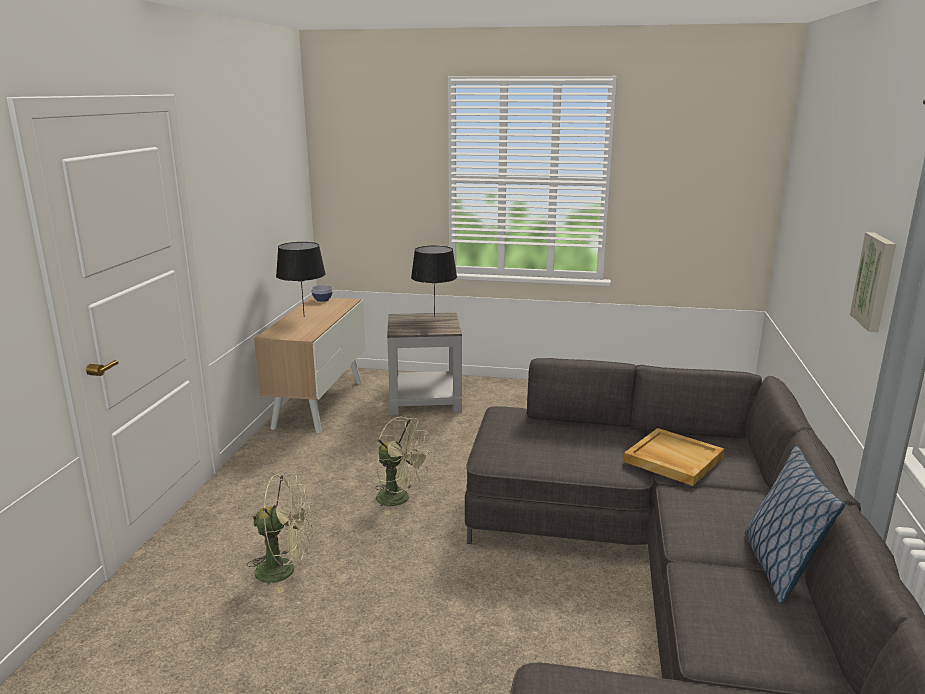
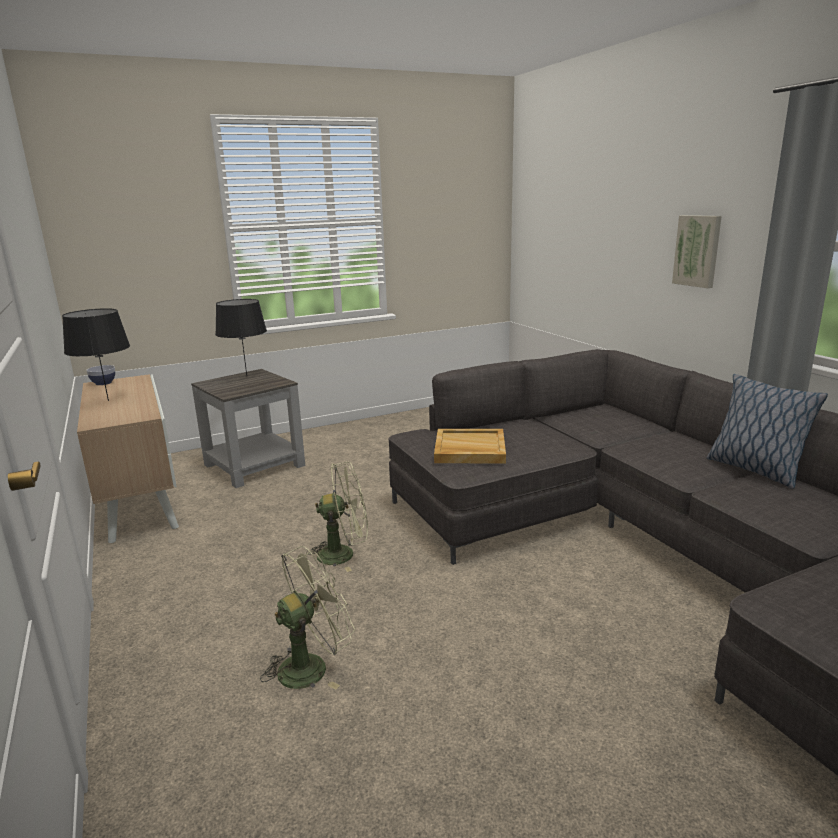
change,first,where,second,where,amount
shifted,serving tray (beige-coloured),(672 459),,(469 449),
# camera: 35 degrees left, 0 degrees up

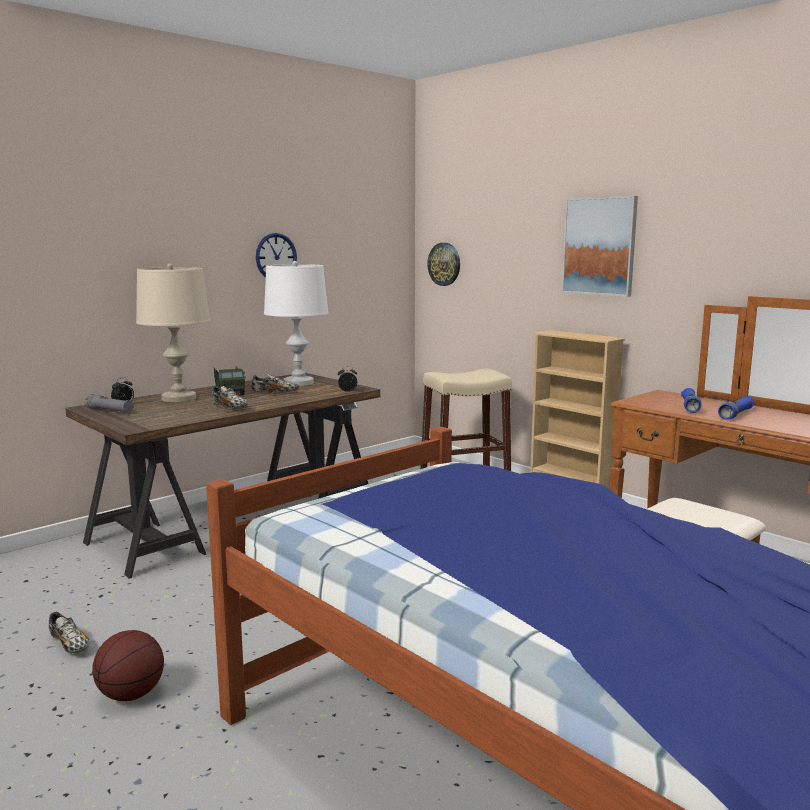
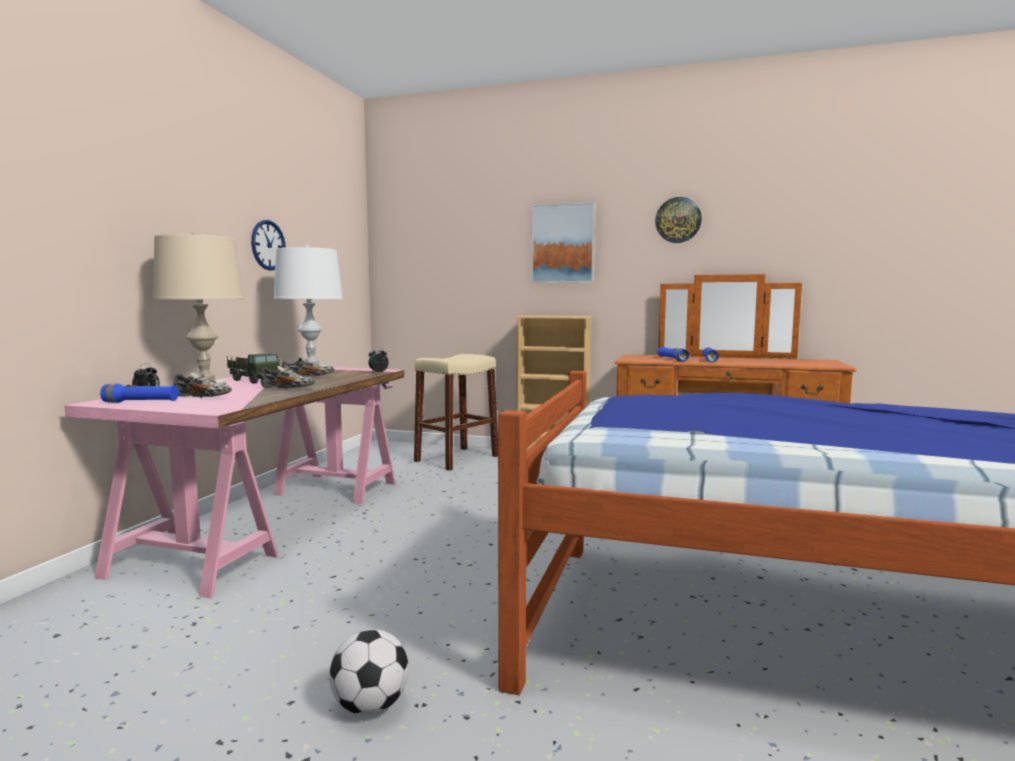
change,first,where,second,where,amount
shifted,item of footwear,(70 644),,(203 398),
repainted,desk unit (brownish),(237 520),desk unit (pink-coloured),(274 521),
repainted,flashlight (gray),(109 411),flashlight (blue-coloured),(141 402),
swapped,ball for basketball,(131 695),football,(370 706),
shifted,clock on the wall,(444 264),,(678 220),
# camera: 30 degrees left, 5 degrees down

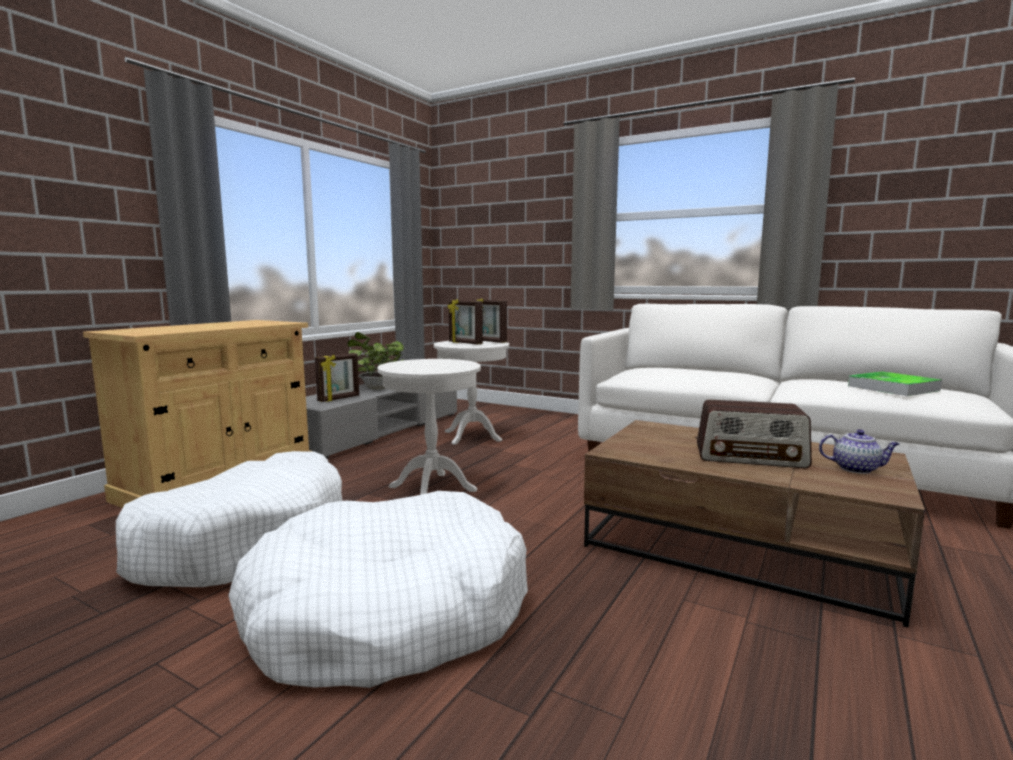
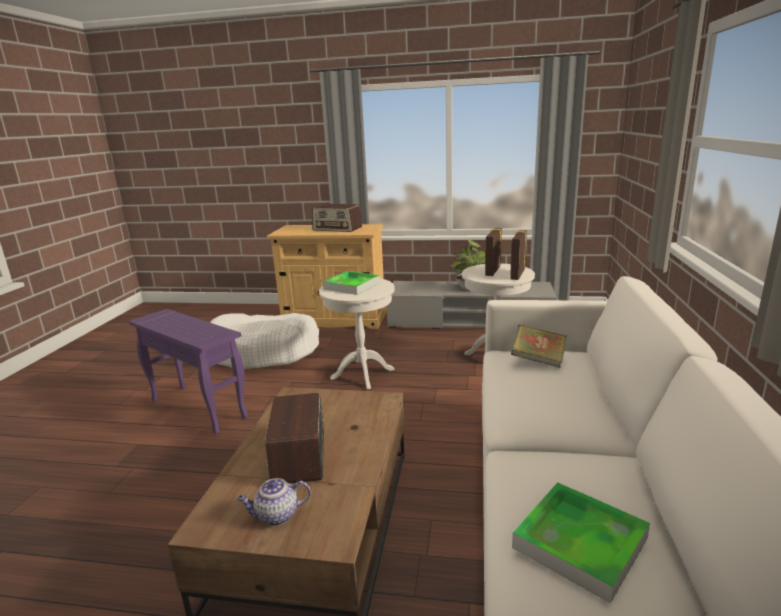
change,first,where,second,where,amount
swapped,pet bed (whitish),(388 613),accent table (purplish),(198 408),
gone,standing frame,(339 398),,,
rotated,teapot,(856 469),,(276 516),75 degrees clockwise
new,,,radio set,(337 229),
new,,,serving tray,(352 286),
new,,,book,(538 360),
# camera: 70 degrees right, 10 degrees up

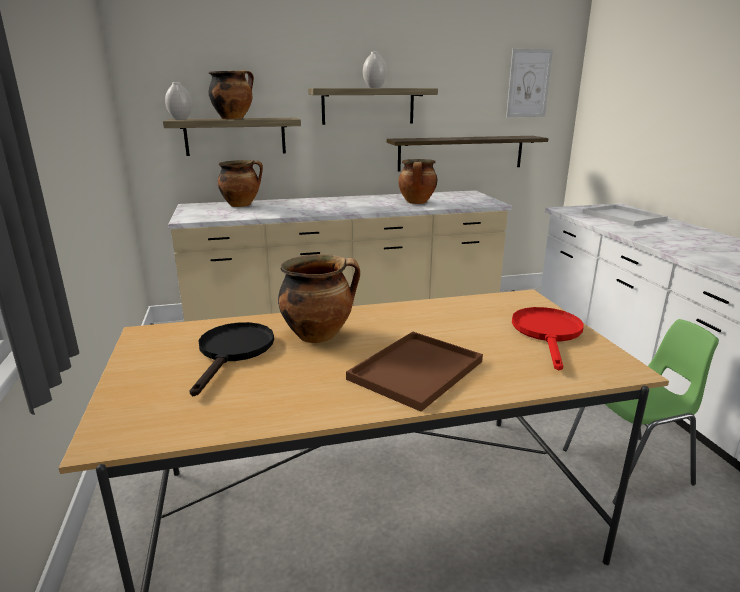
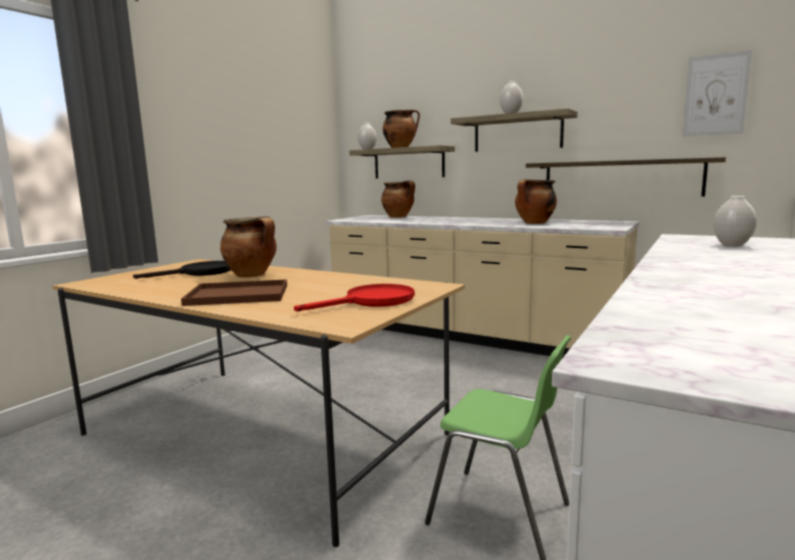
change,first,where,second,where,amount
swapped,serving tray (whitish),(624 217),decorative vase (whitish),(732 245),
# camera: 45 degrees right, 10 degrees down

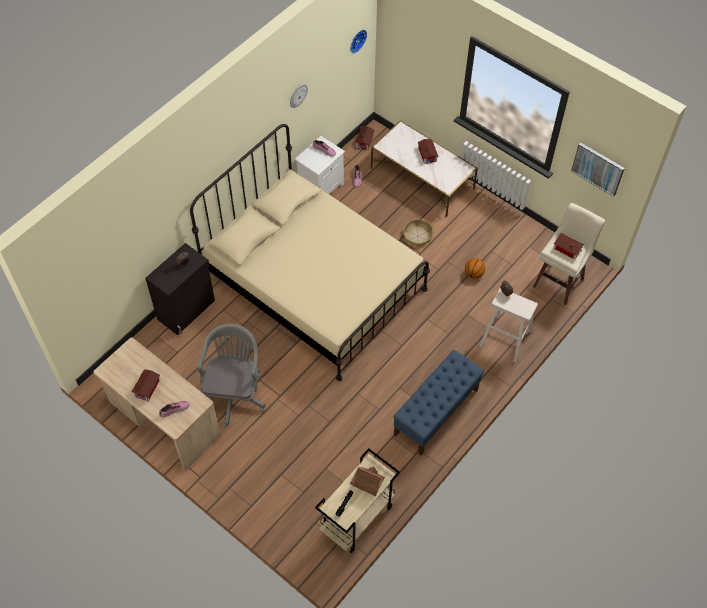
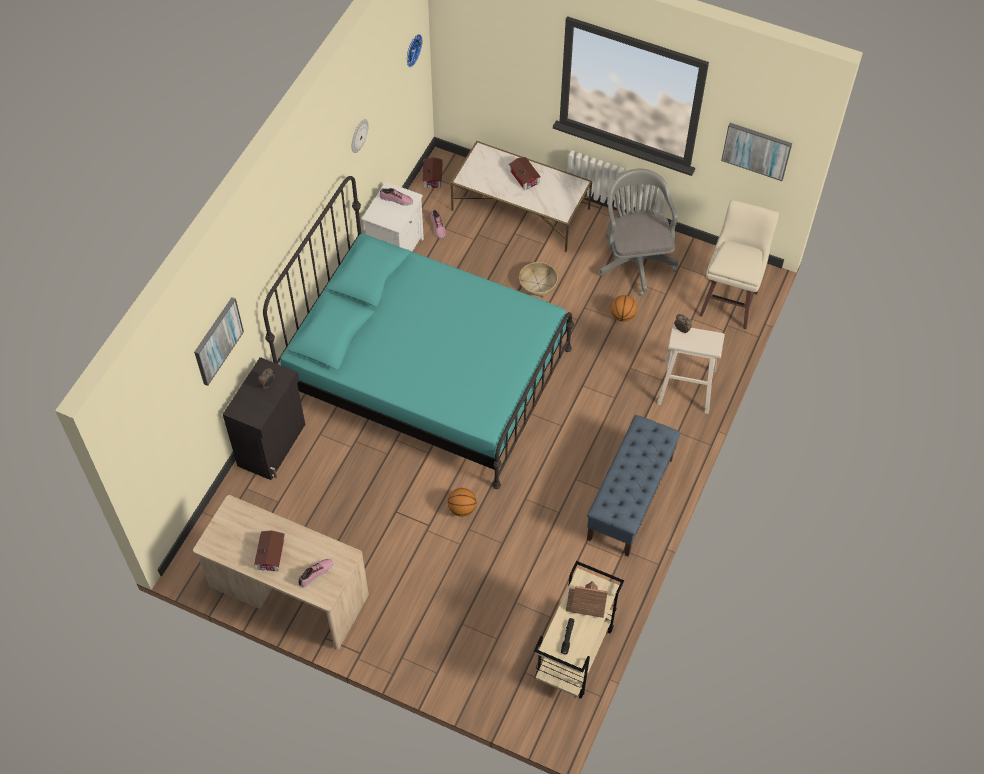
change,first,where,second,where,amount
repainted,sleeping bed (beige-coloured),(314 284),sleeping bed (blue-green),(427 374),
shifted,office chair (gray),(234 392),,(635 259),
gone,toy house,(566 248),,,
new,,,picture,(217 340),
new,,,ball for basketball,(462 508),
# camera: 15 degrees left, 0 degrees up

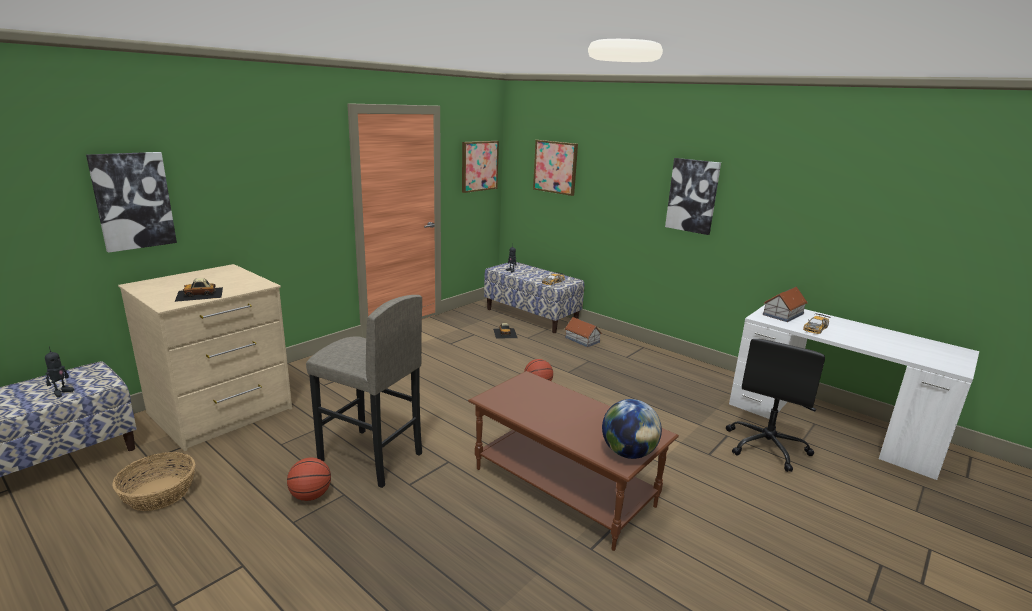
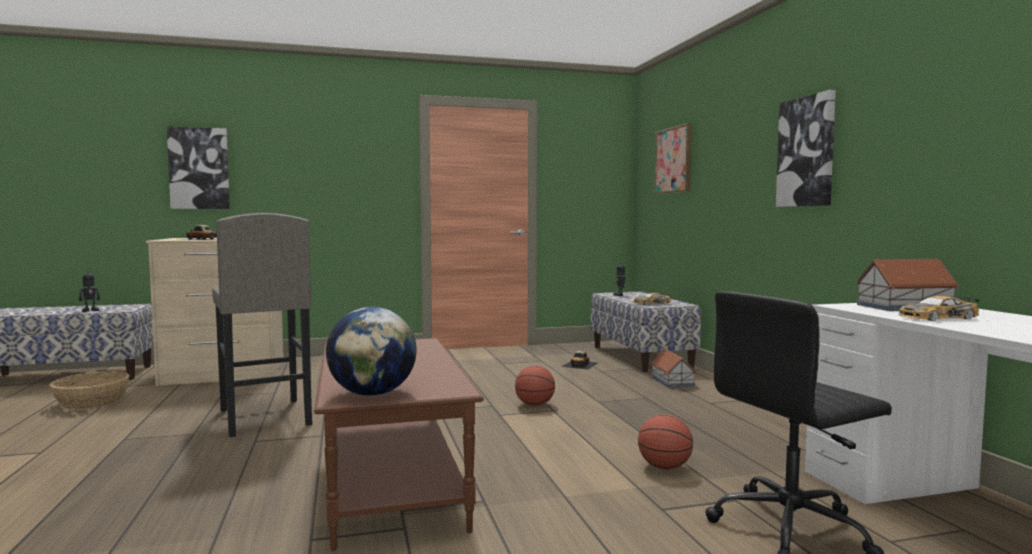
change,first,where,second,where,amount
shifted,ball for basketball,(311 496),,(664 467),
gone,picture,(479 166),,,
# camera: 35 degrees right, 15 degrees down

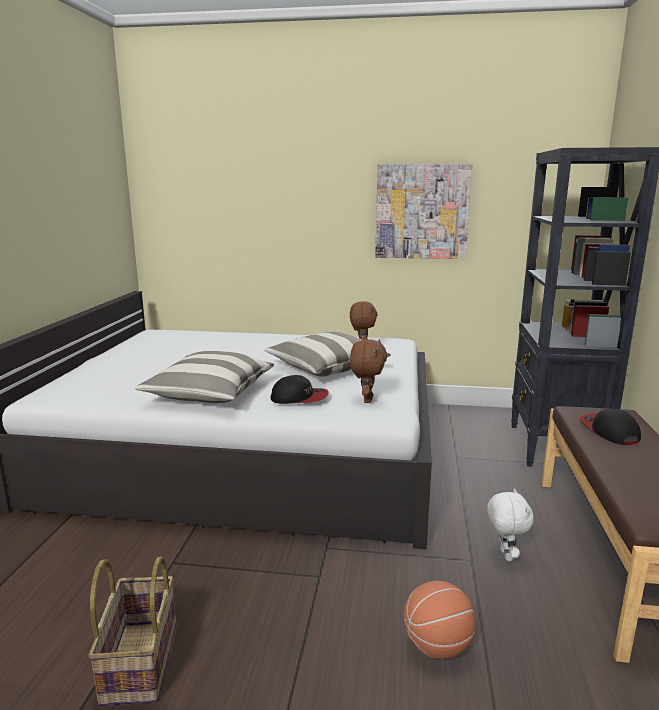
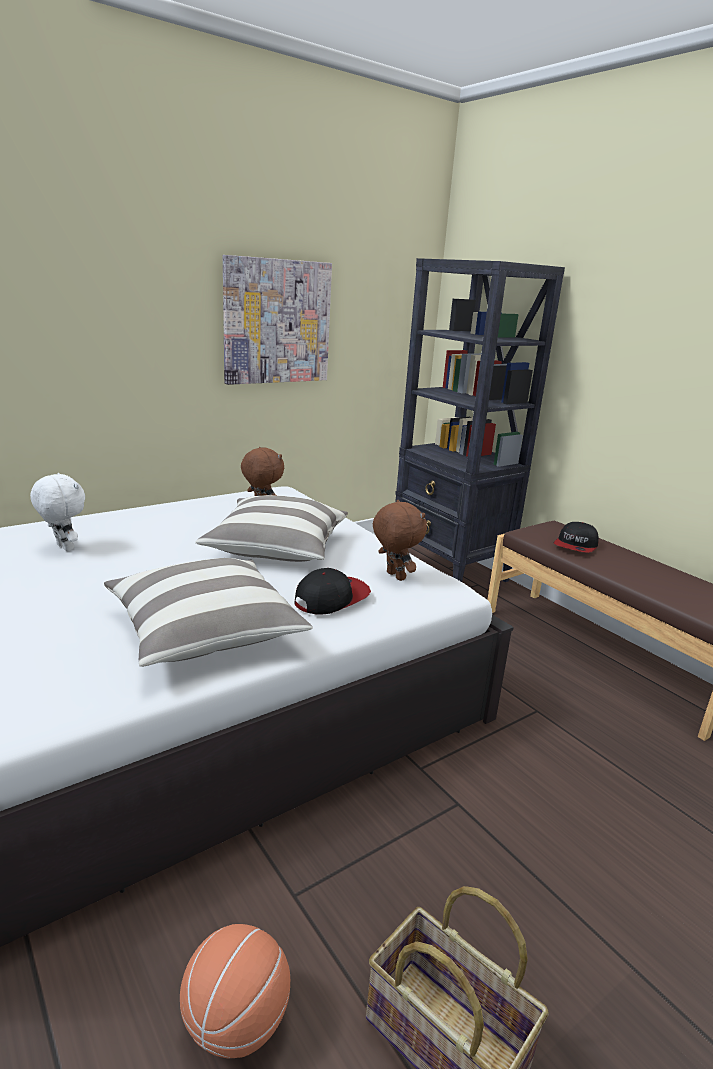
change,first,where,second,where,amount
shifted,ball for basketball,(437 646),,(236 1022),
shifted,soft toy (whitish),(504 555),,(63 548),
rotated,peaked cap,(609 431),,(576 546),90 degrees counterclockwise
# camera: 45 degrees left, 5 degrees up

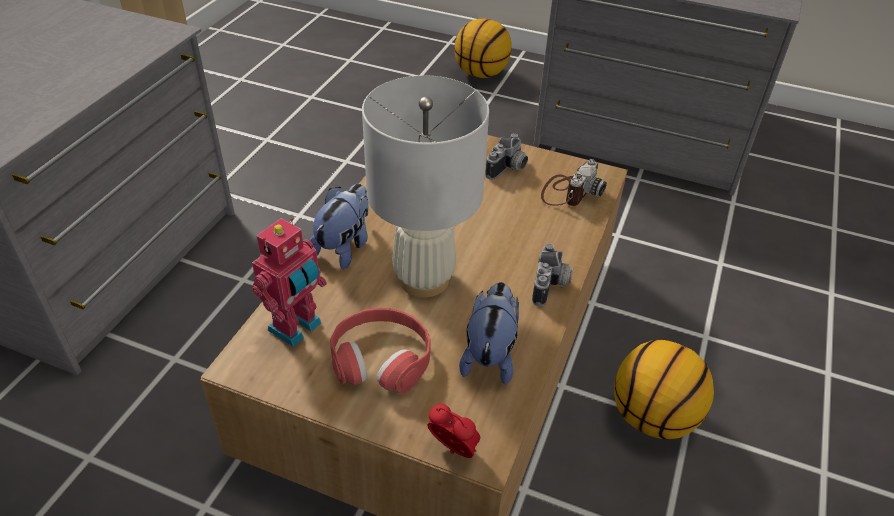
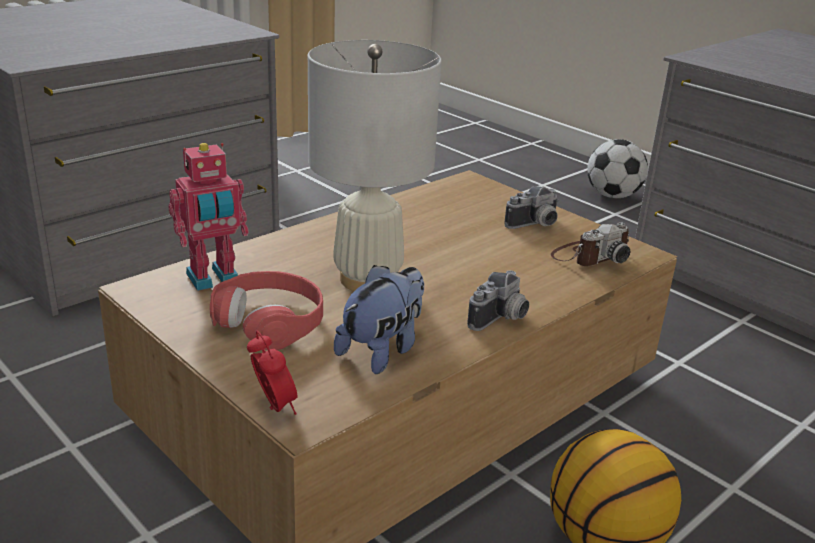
change,first,where,second,where,amount
gone,soft toy,(344 247),,,
swapped,ball for basketball,(481 73),football,(612 196),
# camera: 25 degrees right, 15 degrees down

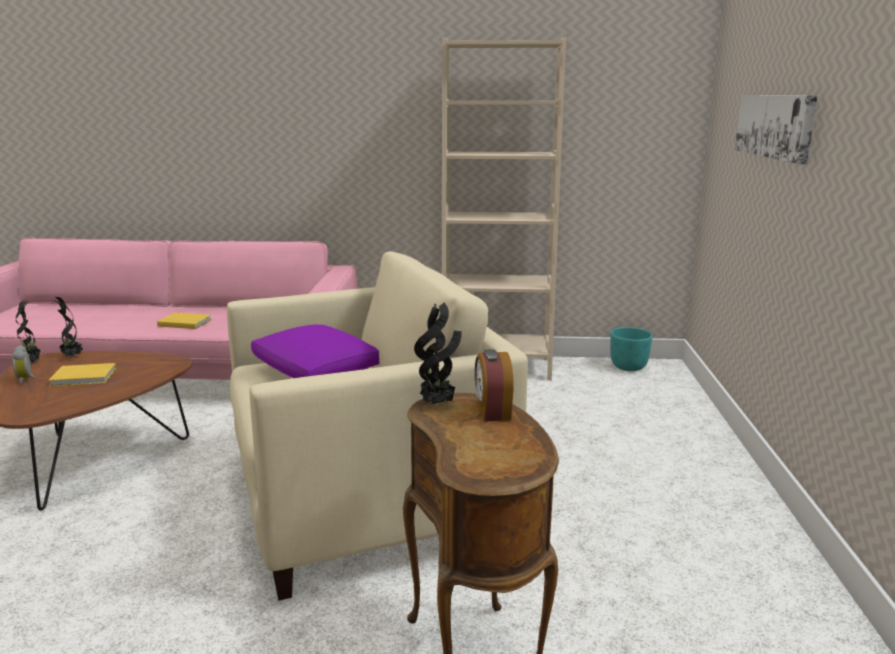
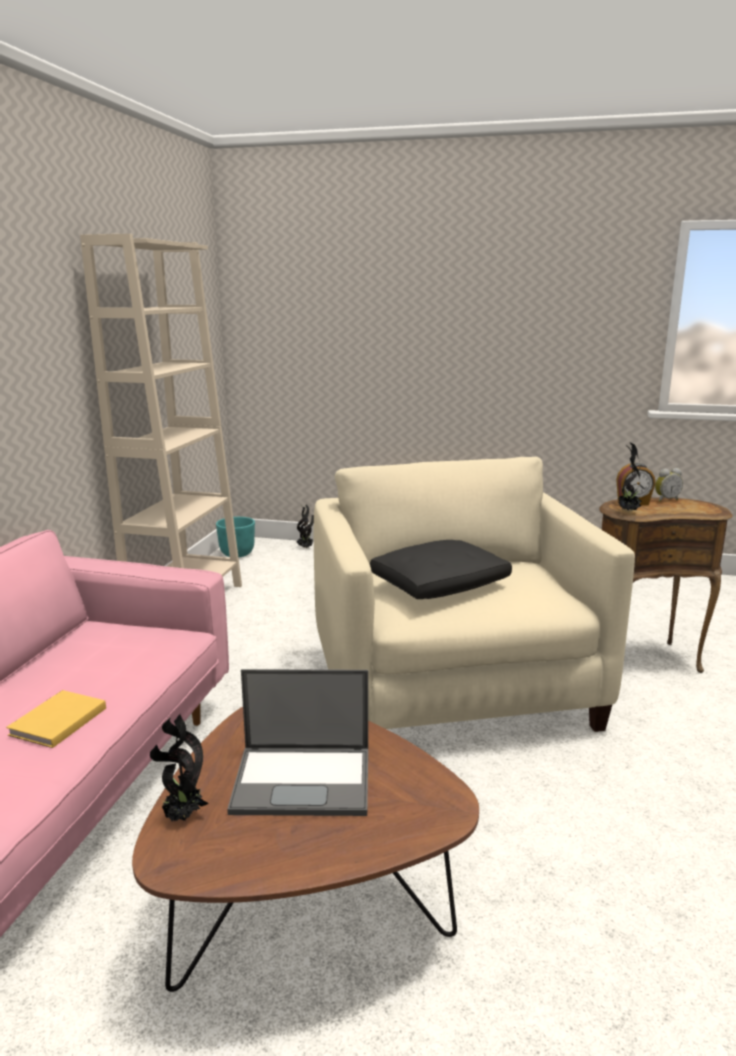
change,first,where,second,where,amount
shifted,alarm clock,(27 380),,(665 500),
shifted,plant in a pot,(31 362),,(306 548),
swapped,book (yellow),(85 377),notebook computer,(304 780),
repainted,cushion (purplish),(316 370),cushion (blackish),(440 585),
gone,picture,(775 126),,,
# camera: 80 degrees left, 0 degrees up

